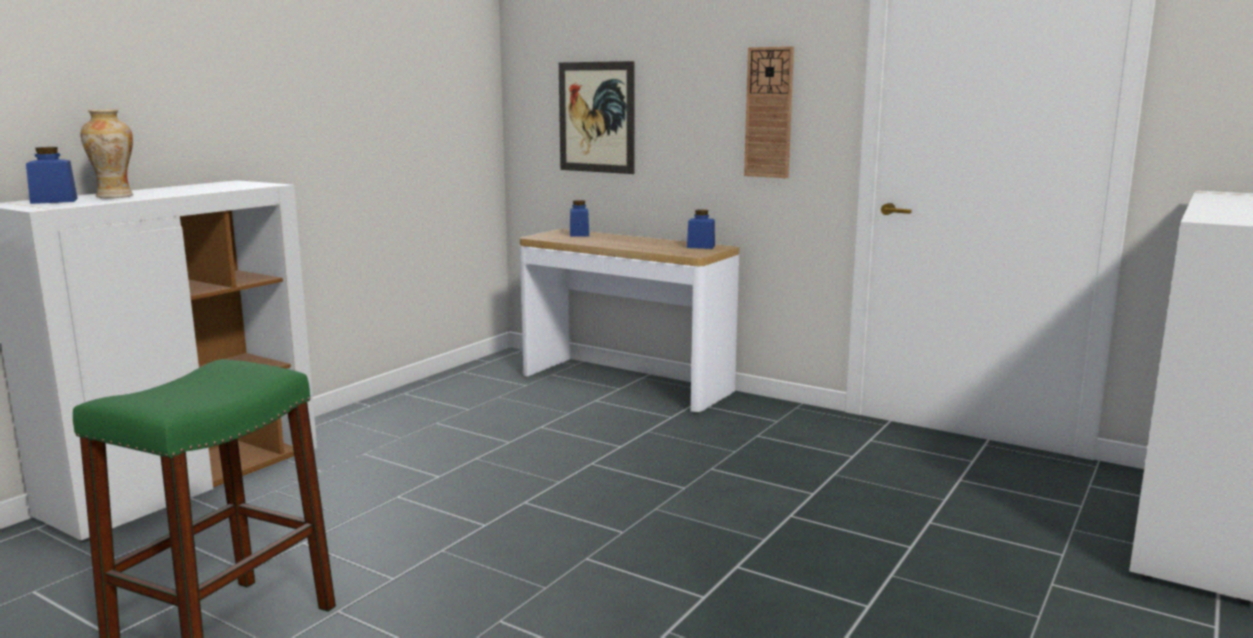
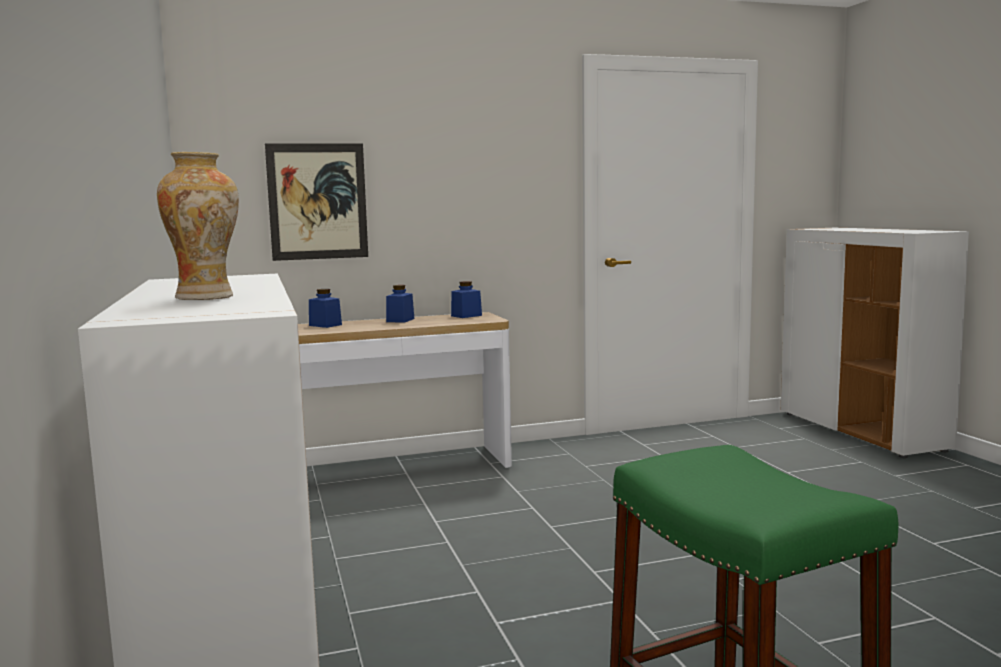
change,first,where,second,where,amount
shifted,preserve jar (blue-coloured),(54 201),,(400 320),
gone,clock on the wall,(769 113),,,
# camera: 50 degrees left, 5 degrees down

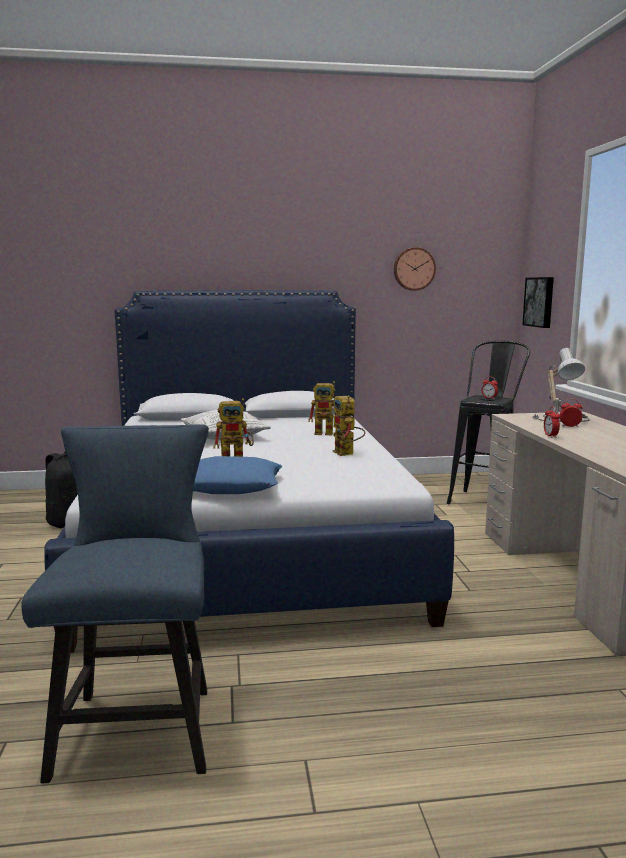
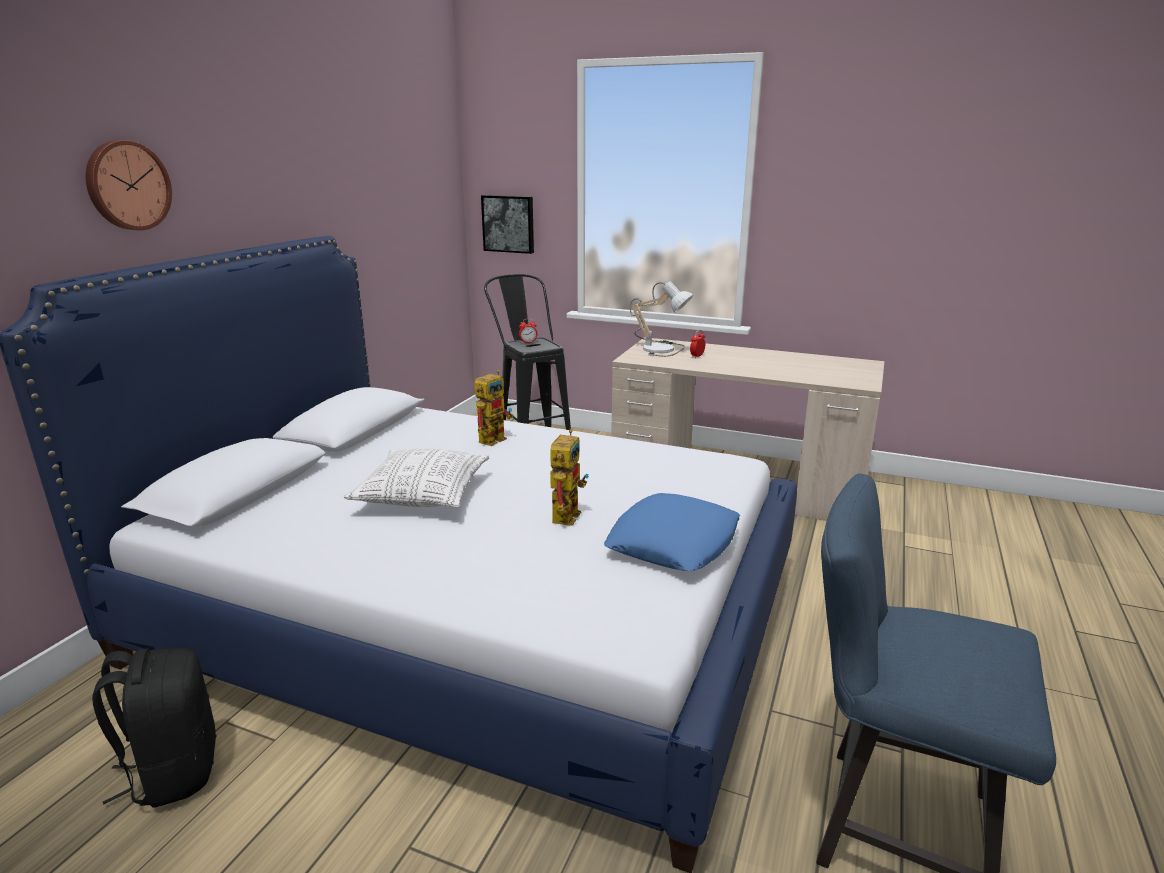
change,first,where,second,where,amount
gone,model robot,(347 454),,,
shifted,clock on the wall,(414 269),,(127 185),
gone,alarm clock,(550 436),,,
# camera: 60 degrees left, 10 degrees up

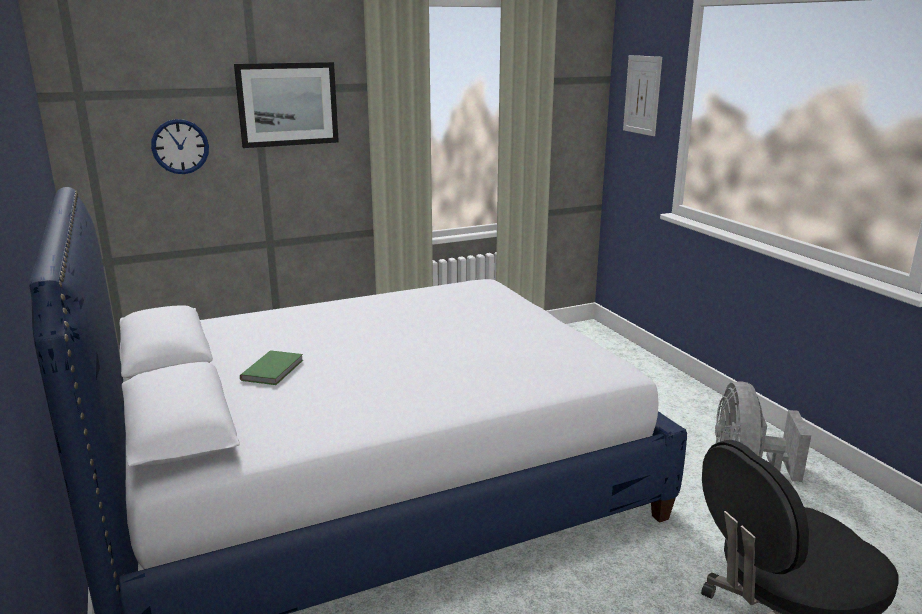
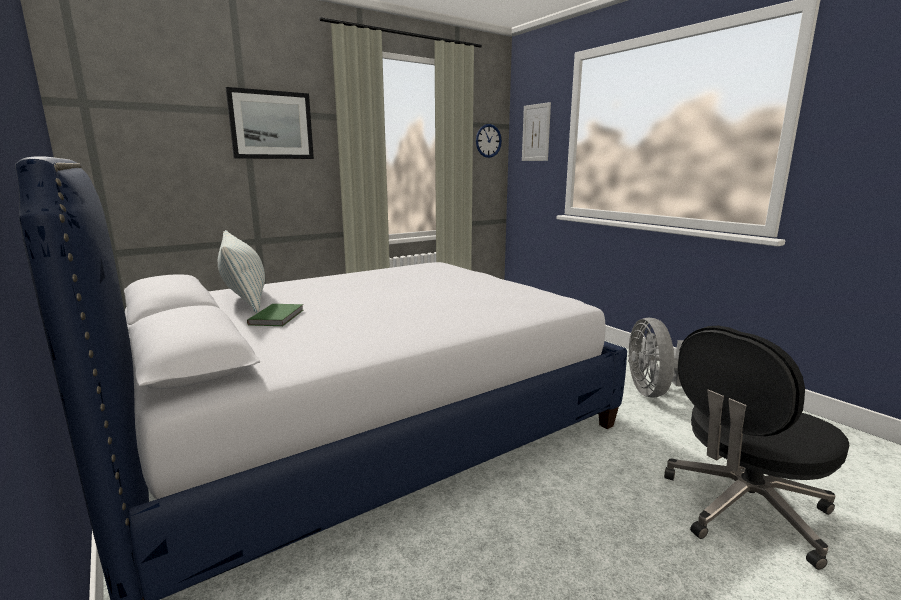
change,first,where,second,where,amount
shifted,clock on the wall,(180 146),,(488 141),
new,,,cushion,(245 298),
# camera: 10 degrees left, 5 degrees down

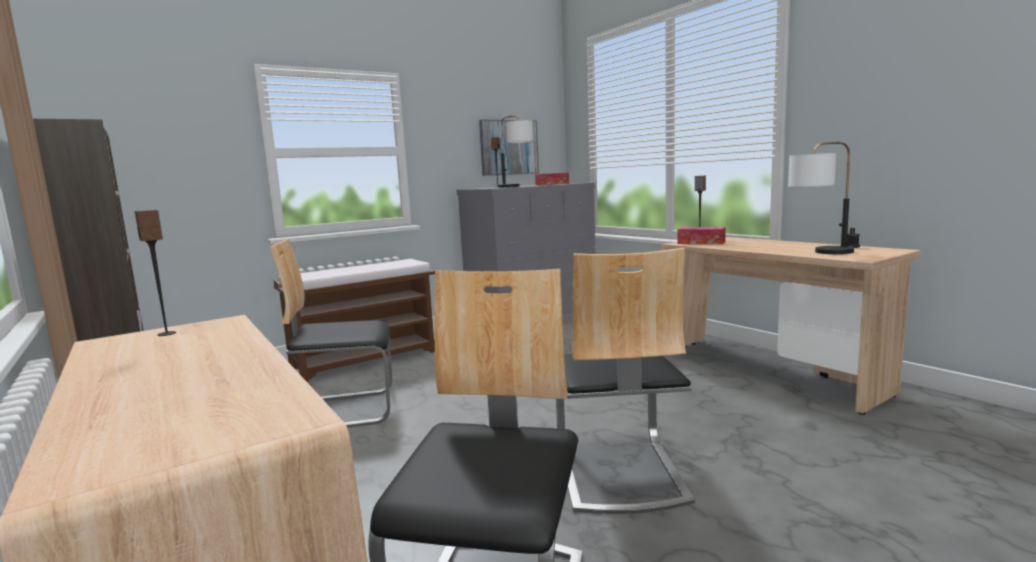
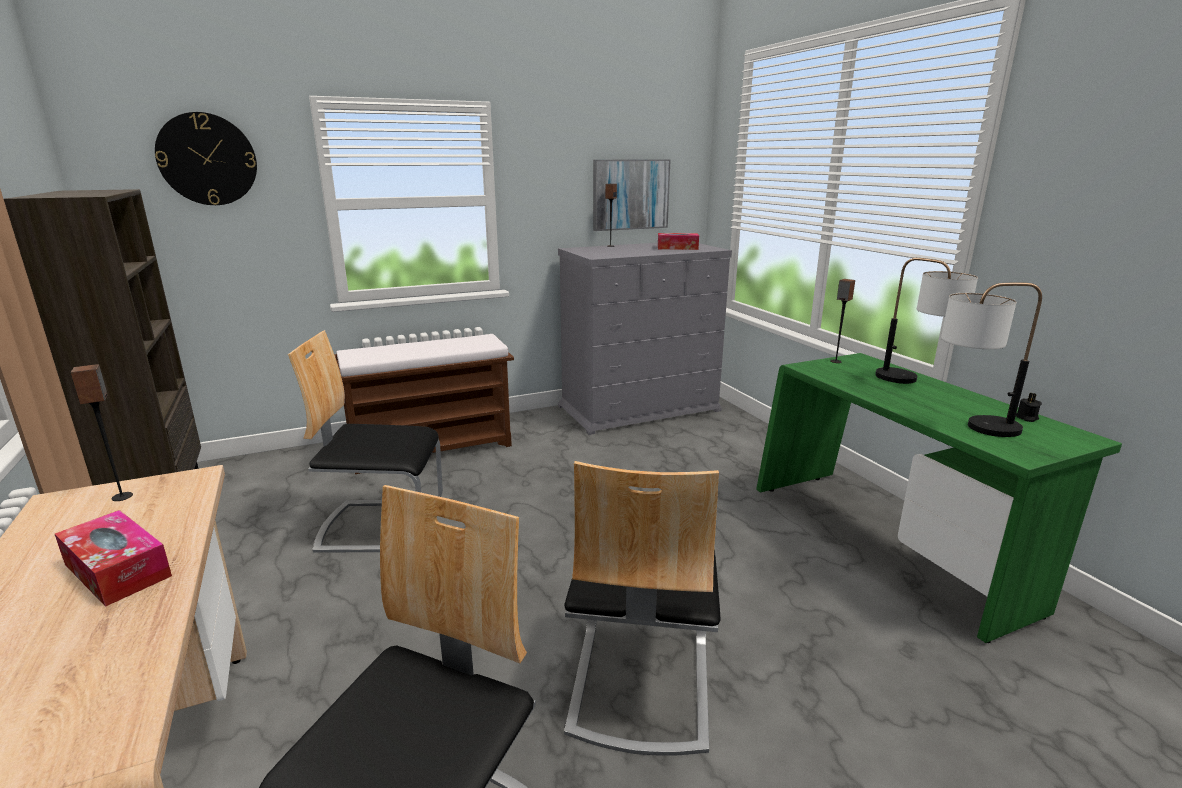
change,first,where,second,where,amount
shifted,lamp for a table,(516 186),,(914 382),
repainted,desk unit (beige-coloured),(764 372),desk unit (greenish),(886 544),
shifted,tissue box,(701 242),,(117 570),
new,,,clock on the wall,(207 159),
# camera: 10 degrees right, 10 degrees up

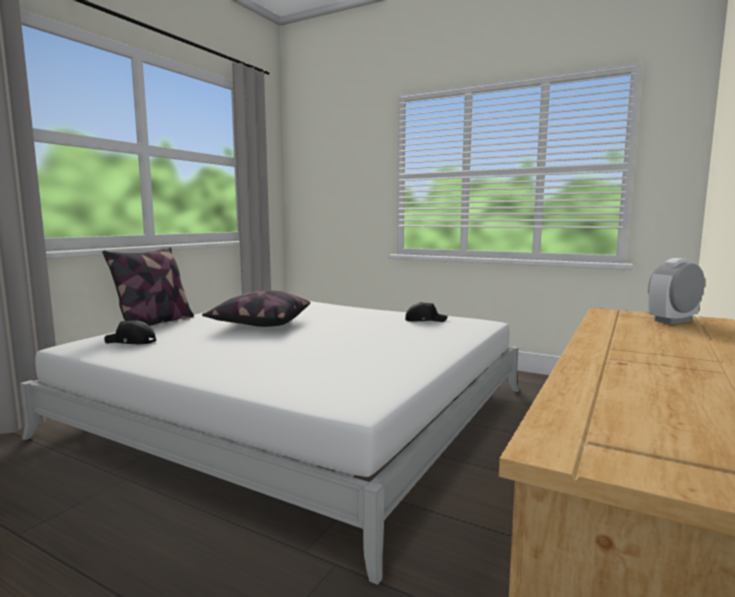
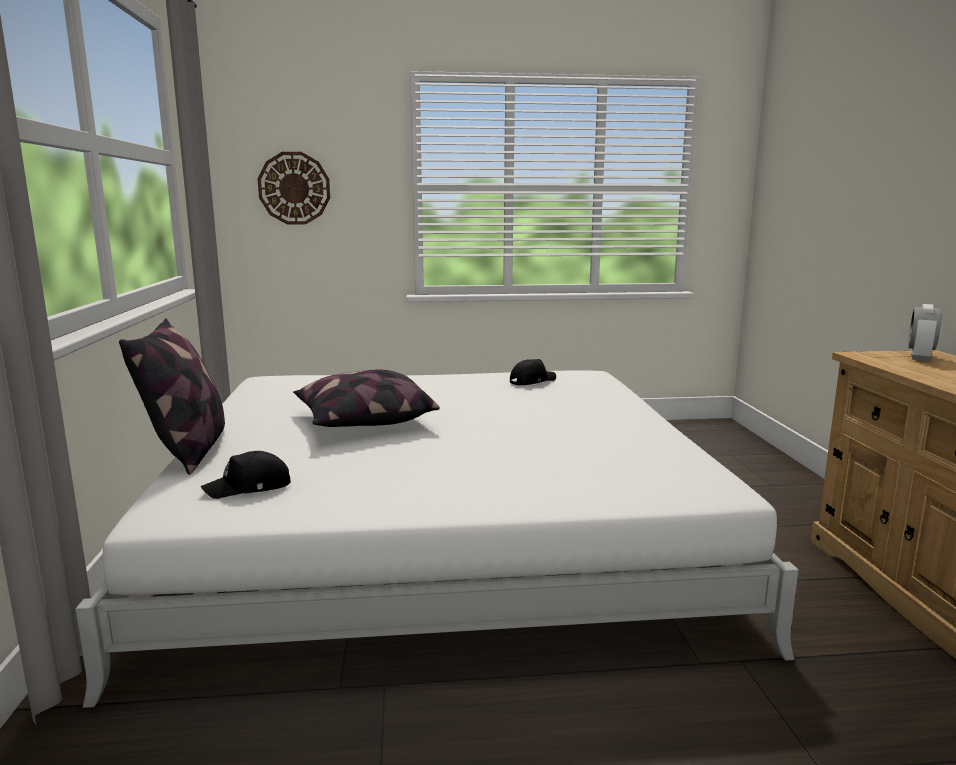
change,first,where,second,where,amount
new,,,clock on the wall,(294 188),
# camera: 35 degrees left, 5 degrees up

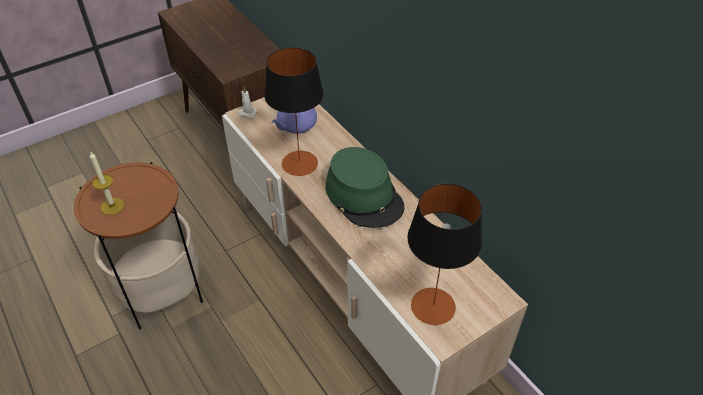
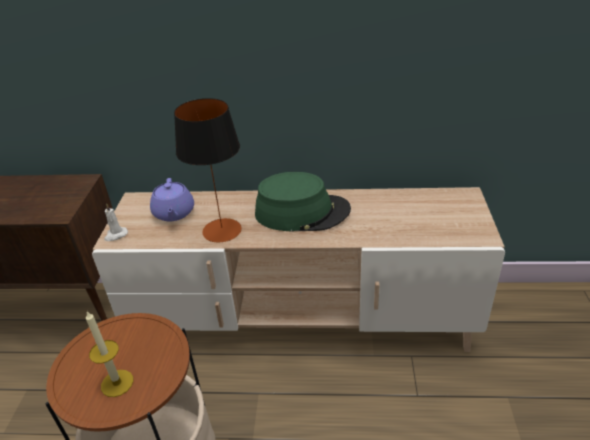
change,first,where,second,where,amount
gone,lamp for a table,(433 306),,,
# camera: 50 degrees left, 10 degrees down

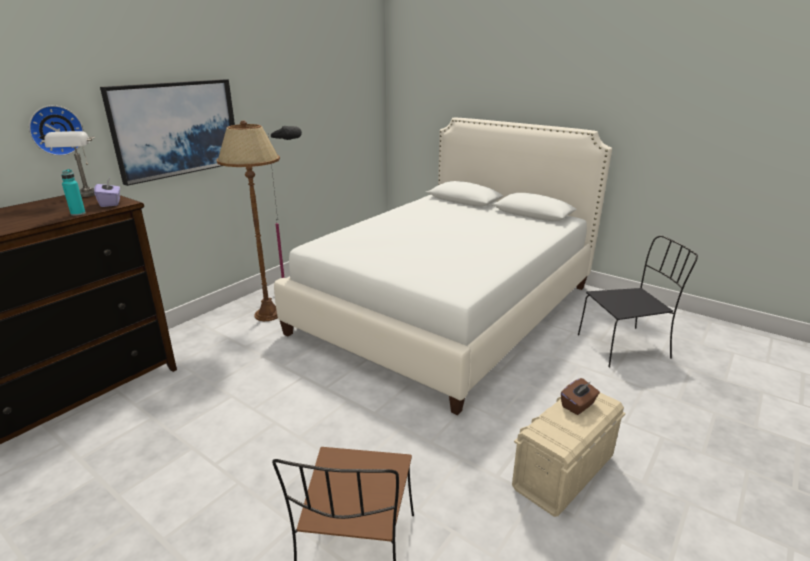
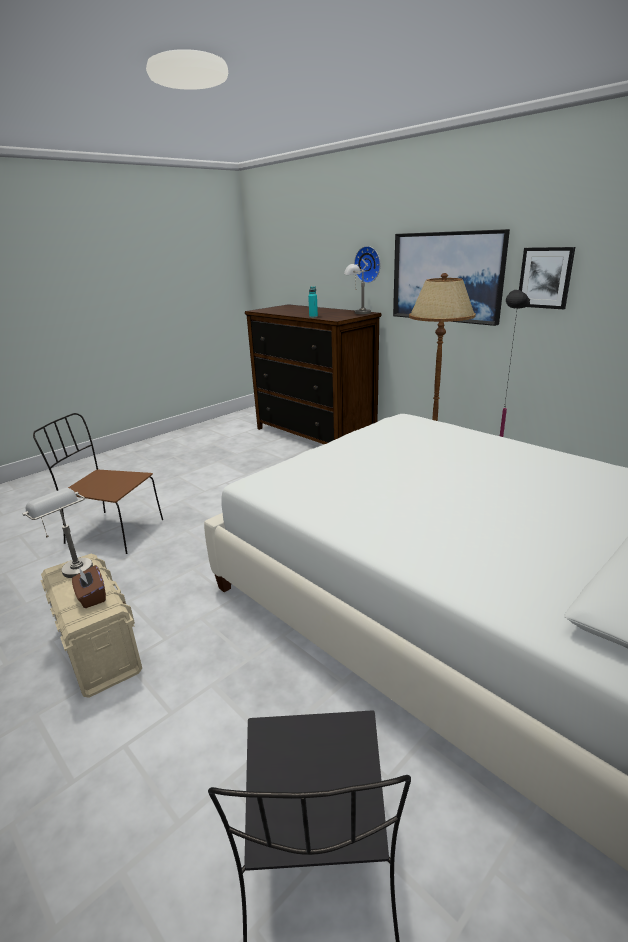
change,first,where,second,where,amount
gone,tissue box (purplish),(111 203),,,
new,,,lamp for a table (gray),(72 566),
new,,,picture,(545 278),
# camera: 100 degrees right, 0 degrees up

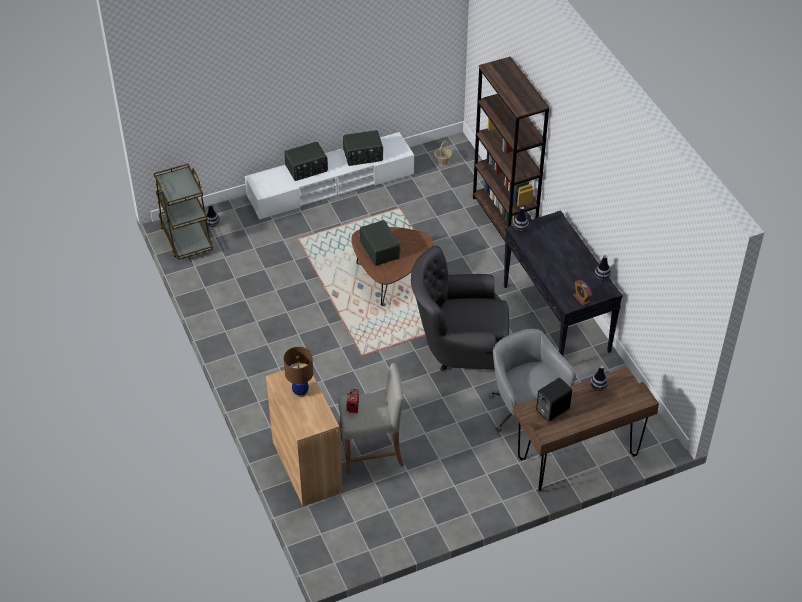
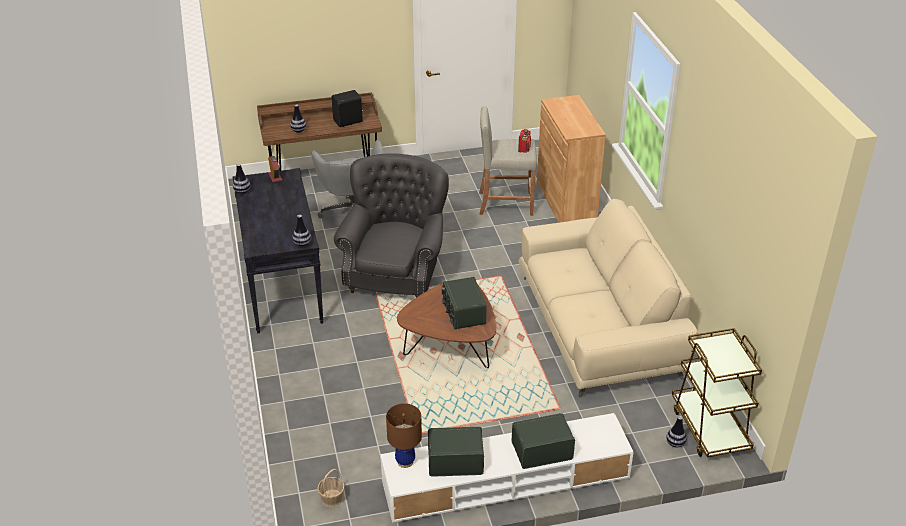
change,first,where,second,where,amount
shifted,lamp for a table (brownish),(300 392),,(405 461),
rotated,lounge chair (gray),(460 346),,(395 272),90 degrees counterclockwise
gone,shelving unit (brownish),(504 218),,,
new,,,couch (beige-coloured),(599 326),
# camera: 170 degrees left, 10 degrees down

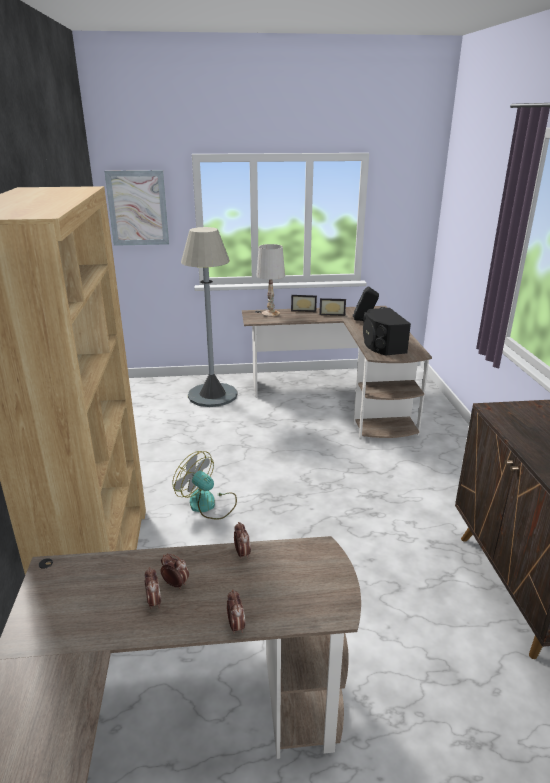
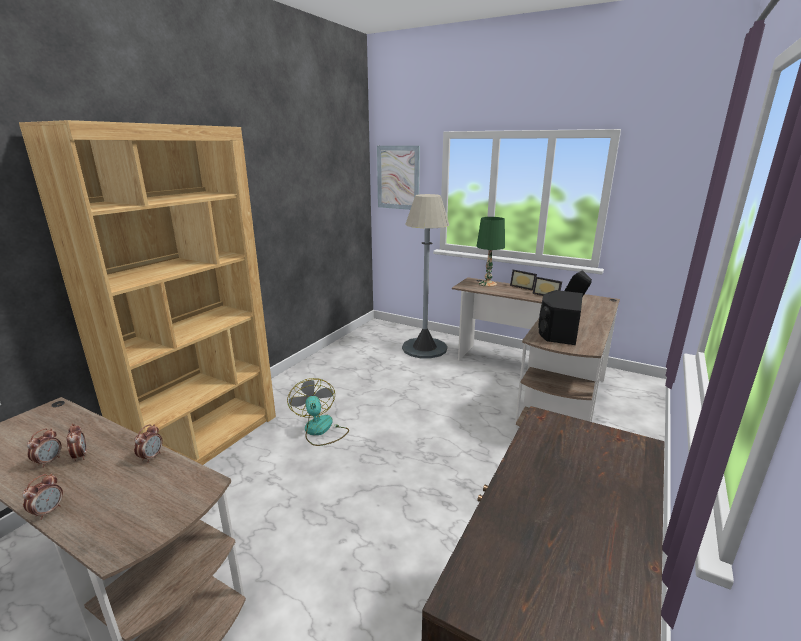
change,first,where,second,where,amount
repainted,lamp for a table (whitish),(270 313),lamp for a table (greenish),(487 284),
# camera: 35 degrees right, 5 degrees down

